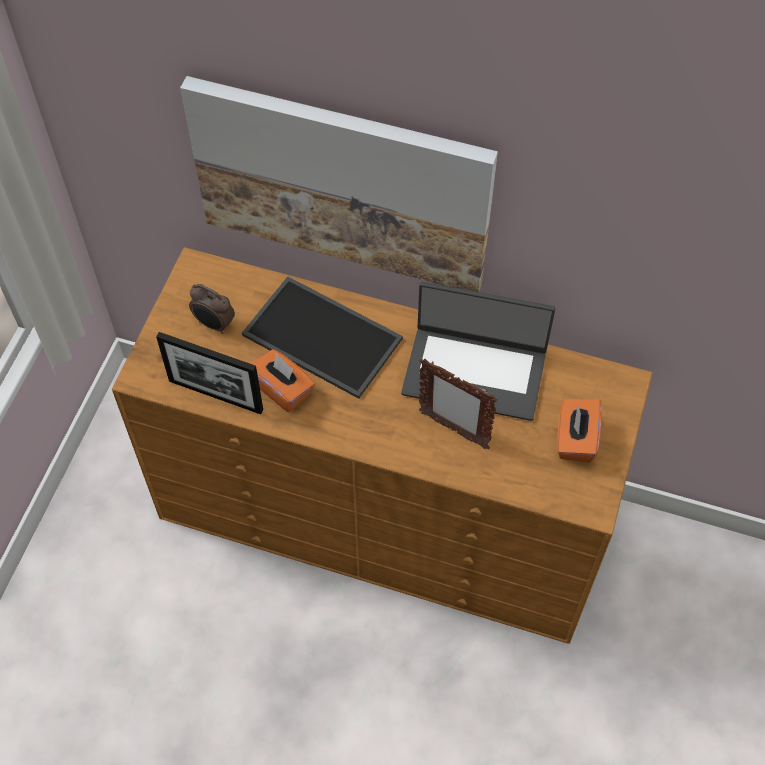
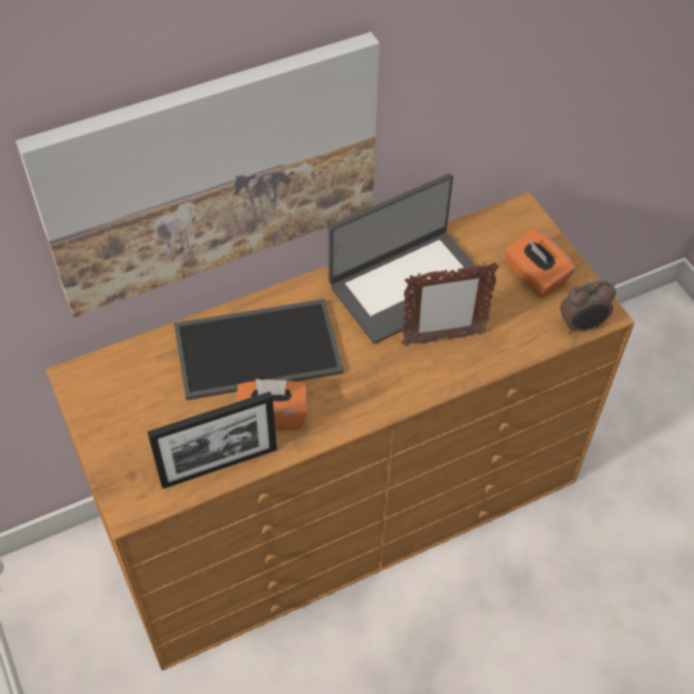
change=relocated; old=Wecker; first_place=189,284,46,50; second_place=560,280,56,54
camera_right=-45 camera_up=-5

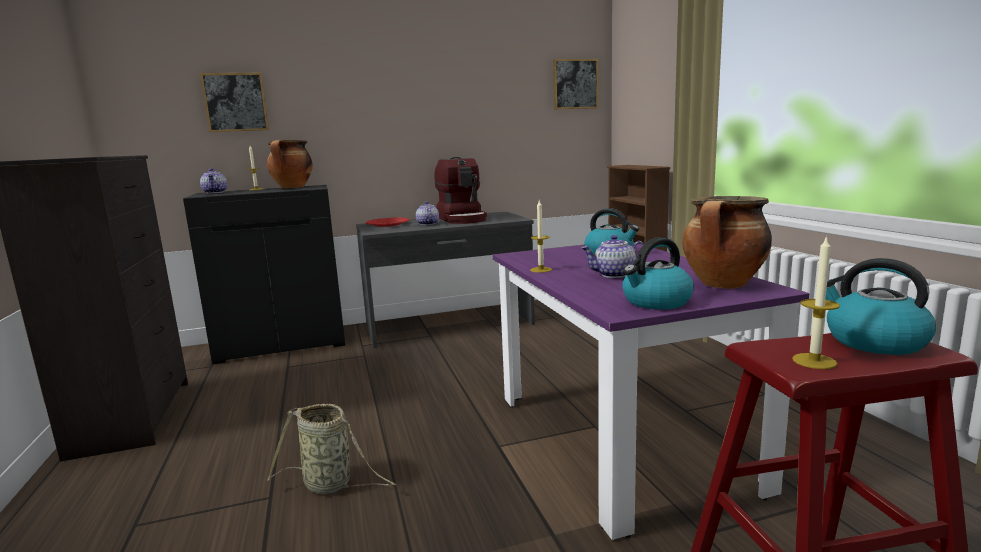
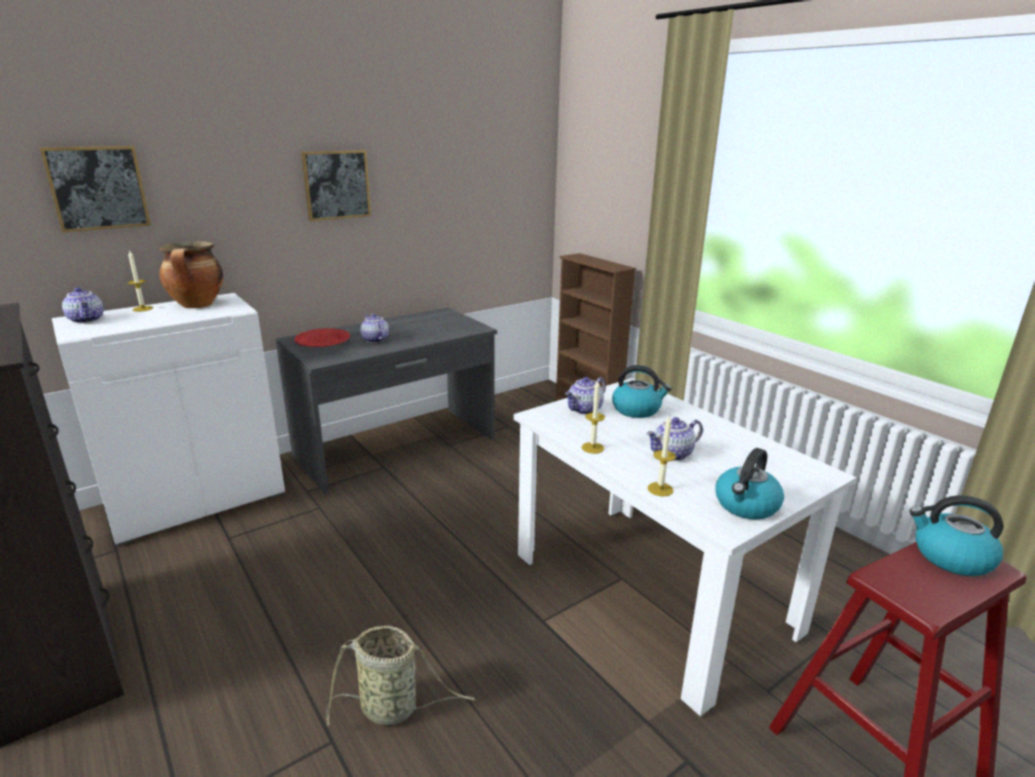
change=missing; old=Kaffeemaschine; first_place=434,157,53,67
change=missing; old=Kochtopf; first_place=682,196,90,93
change=appeared; new=Teekanne; second_place=565,377,41,38
change=relocated; old=Bild; first_place=553,59,45,51; second_place=301,150,70,71
change=relocated; old=Kerze; first_place=792,236,48,133; second_place=647,416,29,81
change=colour; old=Schrank/schwarz; new=Schrank/weiß; first_place=183,185,162,180; second_place=52,293,233,253
change=colour; old=Esstisch/lila; new=Esstisch/weiß; first_place=493,242,316,298; second_place=513,378,344,338
camera_right=-20 camera_up=10

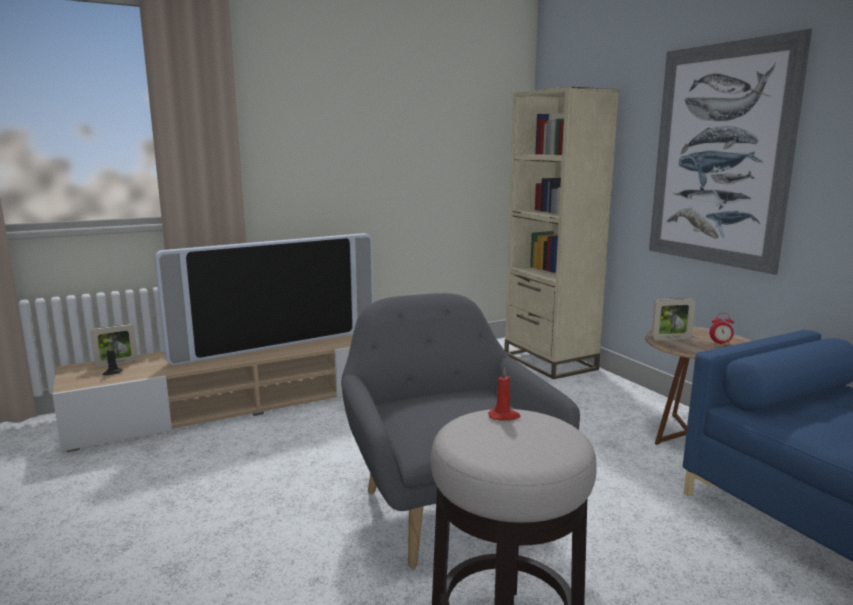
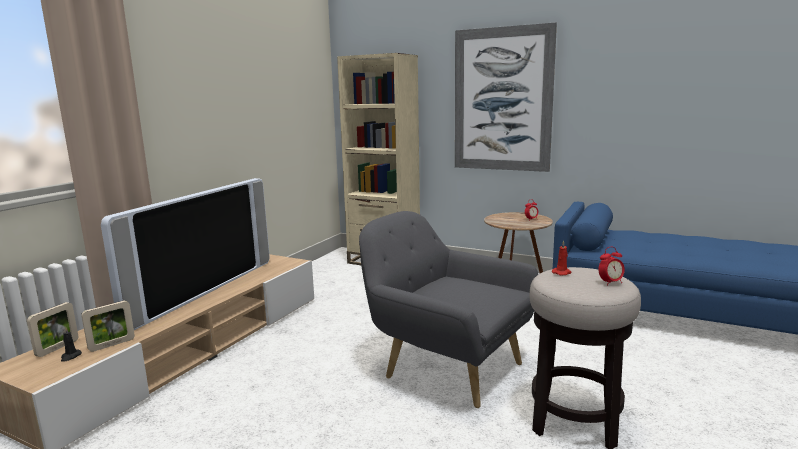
change=appeared; new=Wecker; second_place=598,247,27,39
change=relocated; old=Bilderrahmen; first_place=651,298,45,42; second_place=81,300,54,52
camera_right=-35 camera_up=0

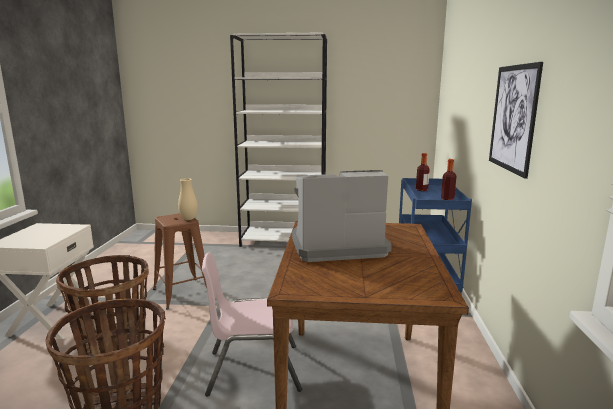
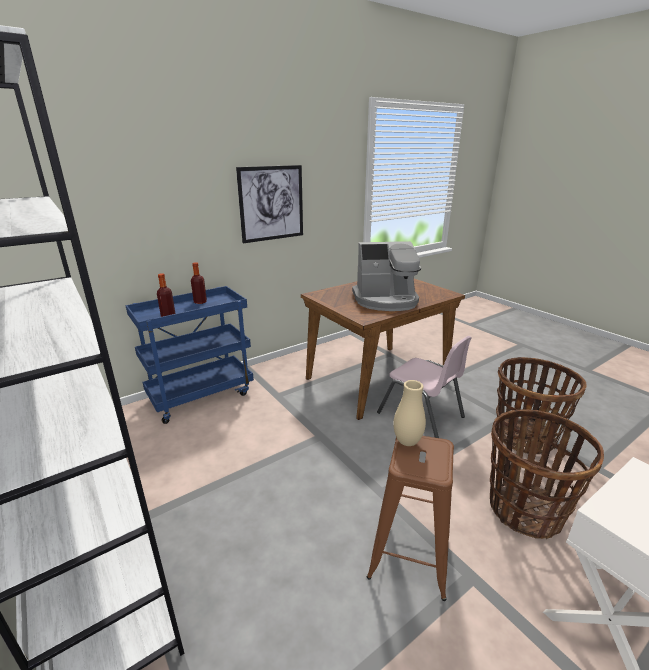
change=spun; old=Kaffeemaschine; first_place=292,170,100,92; second_place=352,241,69,70; degrees=-45
camera_right=-130 camera_up=10

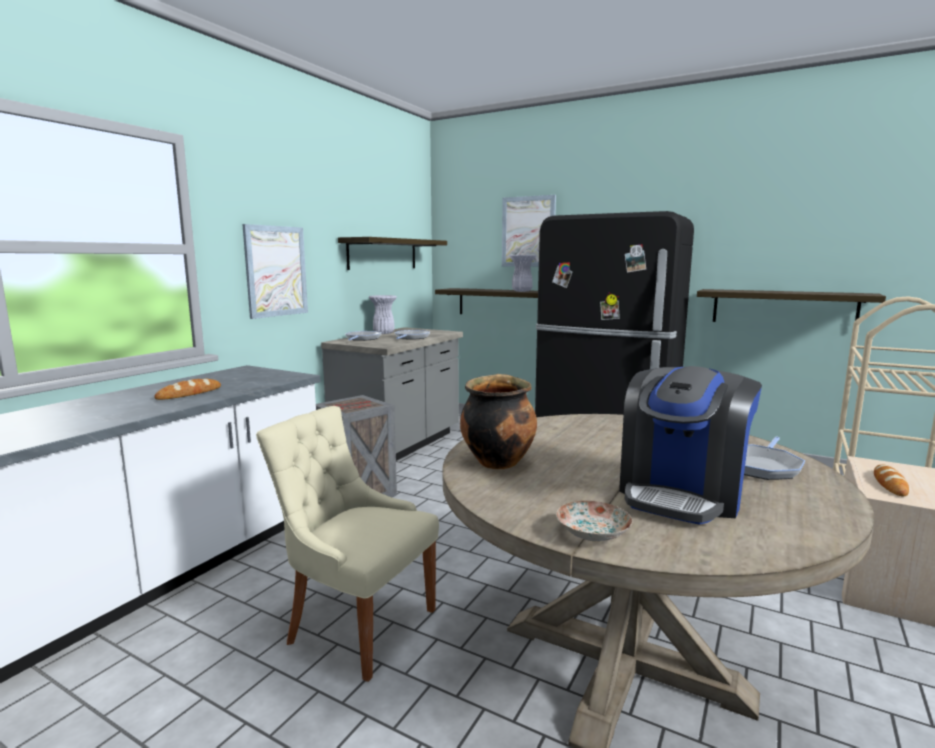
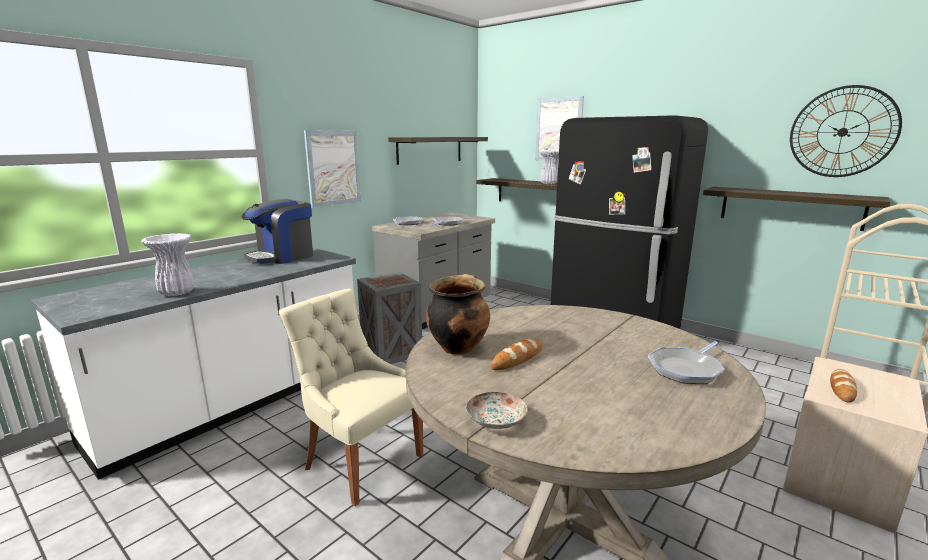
change=appeared; new=Wanduhr; second_place=790,85,112,92
change=relocated; old=Brot; first_place=154,379,67,21; second_place=491,339,52,31
change=relocated; old=Vase/weiß; first_place=369,295,28,39; second_place=141,233,53,63
change=relocated; old=Kaffeemaschine; first_place=619,366,143,159; second_place=241,199,72,65
camera_right=10 camera_up=5

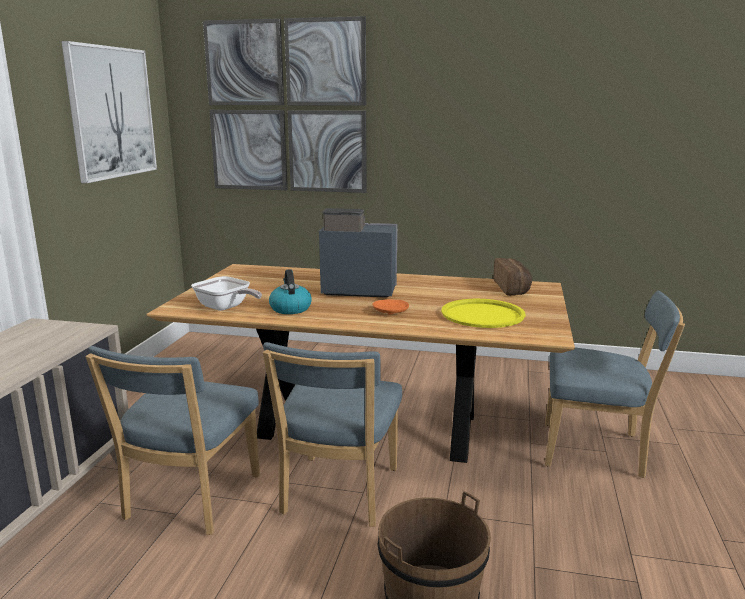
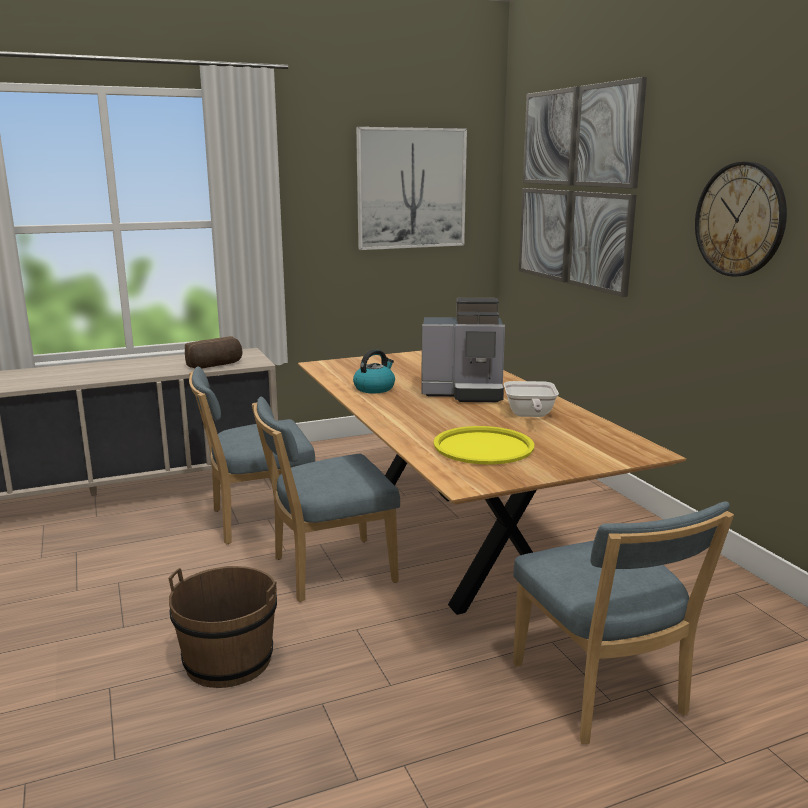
change=missing; old=Teller/orange; first_place=373,299,36,16
change=appeared; new=Wanduhr; second_place=695,162,92,115
change=relocated; old=Pfanne; first_place=191,276,71,35; second_place=504,381,55,36
change=relocated; old=Brot; first_place=494,258,38,38; second_place=185,336,58,33
change=spun; old=Kaffeemaschine; first_place=319,208,78,90; second_place=421,298,84,104; degrees=120
camera_right=55 camera_up=0

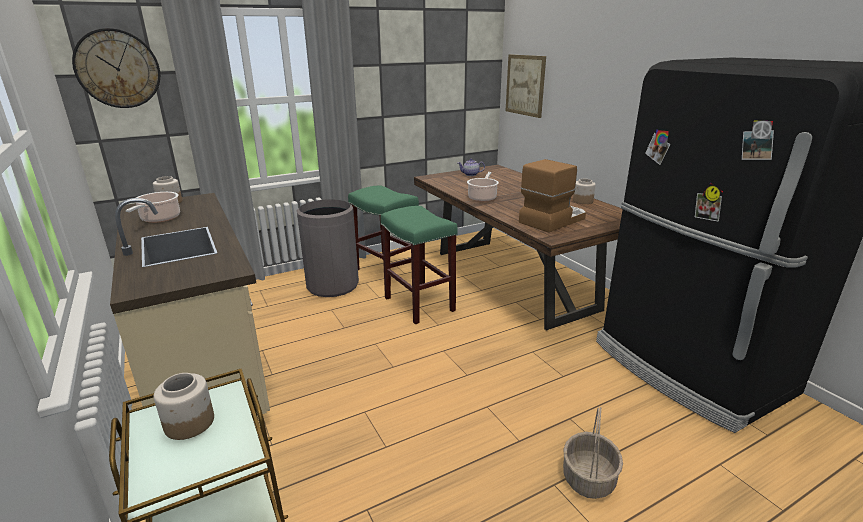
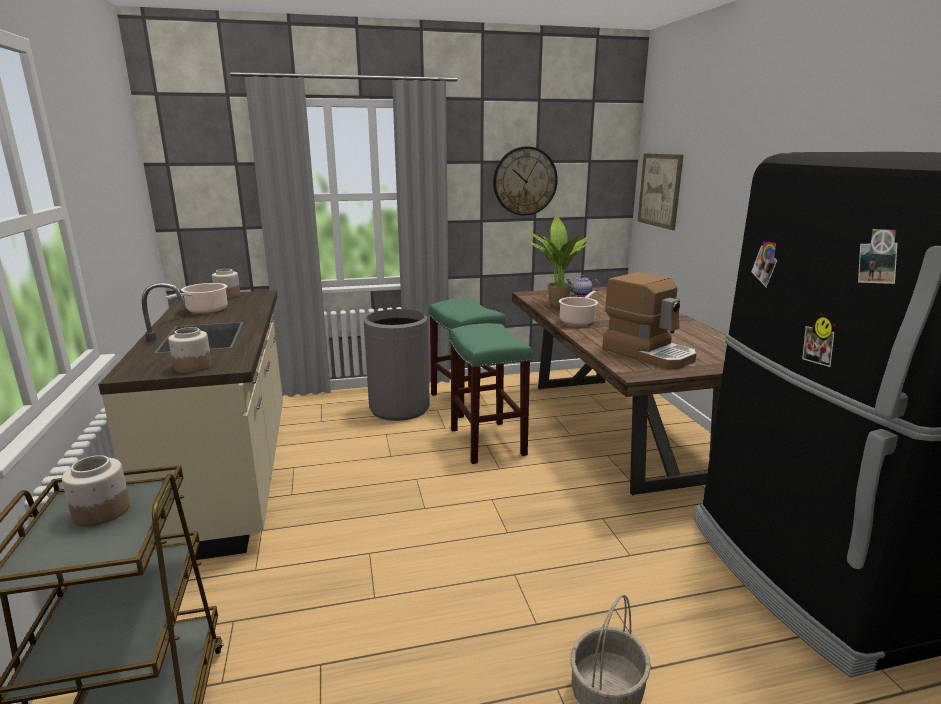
change=appeared; new=Topfpflanze; second_place=528,215,60,93
change=relocated; old=Wanduhr; first_place=72,28,88,80; second_place=493,146,65,70
change=relocated; old=Vorratsglas; first_place=573,179,23,25; second_place=168,327,44,46
change=spun; old=Kaffeemaschine; first_place=519,159,67,74; second_place=602,272,95,97; degrees=75
camera_right=15 camera_up=-5

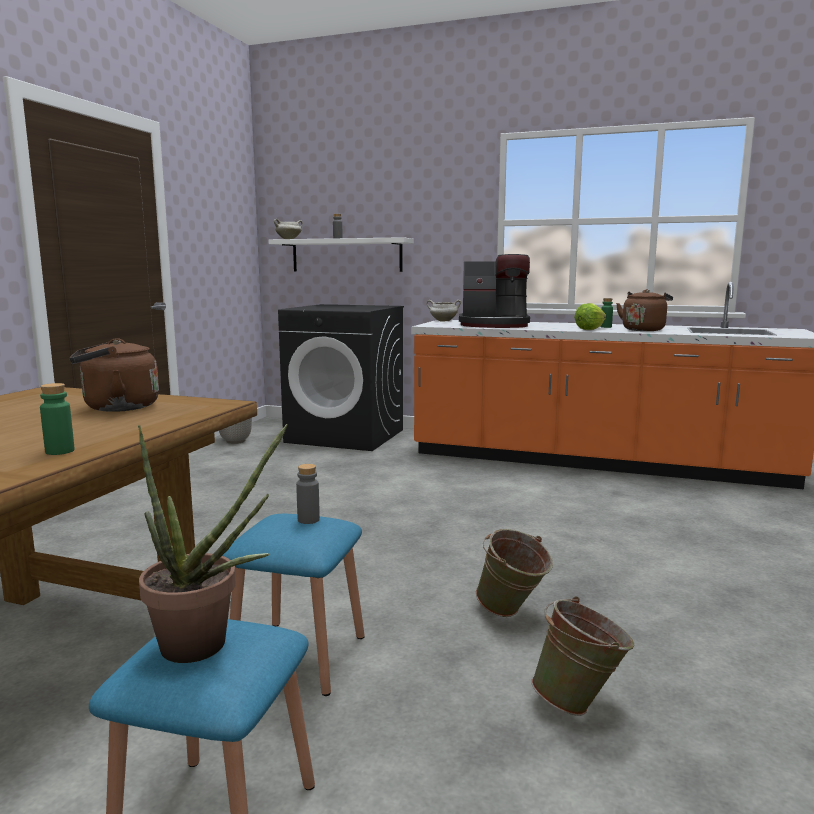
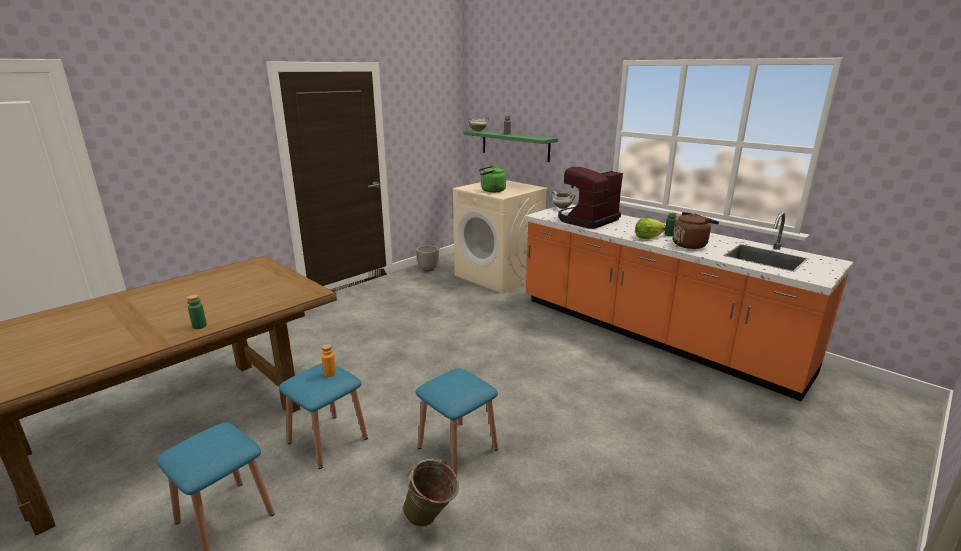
change=missing; old=Wasserkessel/braun; first_place=69,338,90,74
change=missing; old=Topfpflanze; first_place=138,424,150,239
change=appeared; new=Wasserkessel/grün; second_place=479,166,27,26
change=exchanged; old=Eimer/grün; new=Hocker/blau; first_place=476,529,77,88; second_place=415,368,83,108
change=colour; old=Wandregal/weiß; new=Wandregal/grün; first_place=269,237,145,35; second_place=463,130,95,32
change=colour; old=Waschmaschine/schwarz; new=Waschmaschine/beige; first_place=278,304,126,147; second_place=453,180,95,114
change=colour; old=Flasche/grau; new=Flasche/orange; first_place=296,464,24,60; second_place=321,344,15,33
change=spun; old=Kaffeemaschine; first_place=459,254,71,74; second_place=558,167,65,62; degrees=105
camera_right=25 camera_up=10

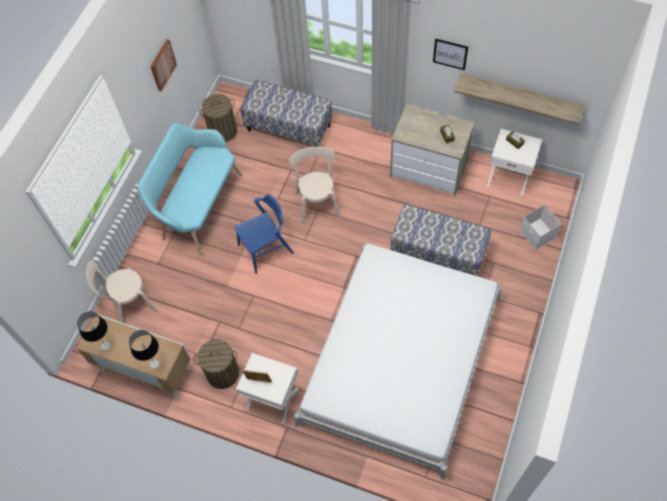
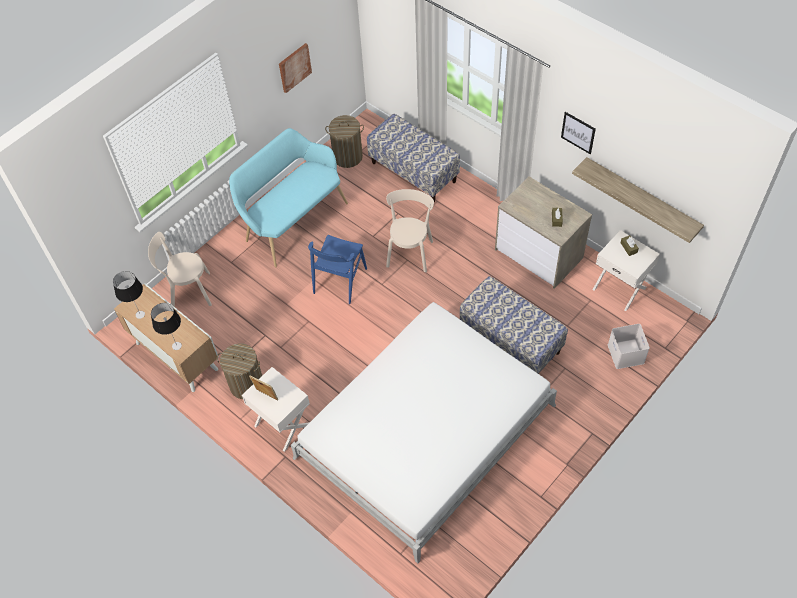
change=spun; old=Stuhl/blau; first_place=234,194,60,80; second_place=308,235,59,69; degrees=120
camera_right=20 camera_up=-5

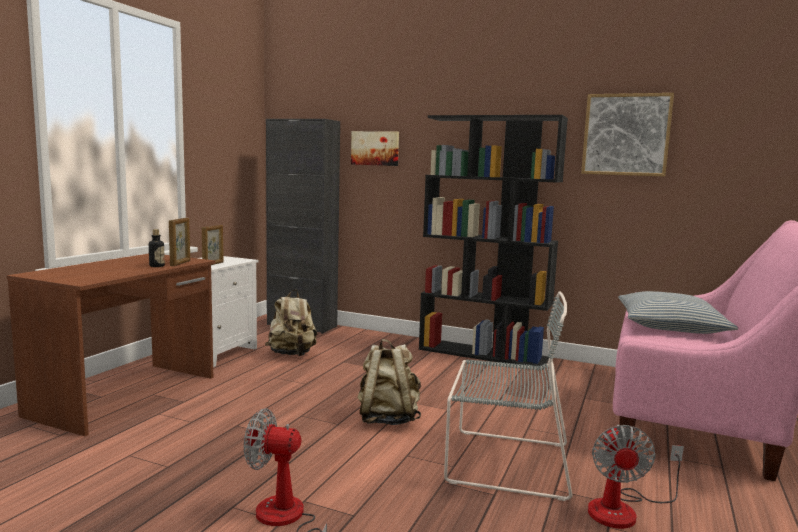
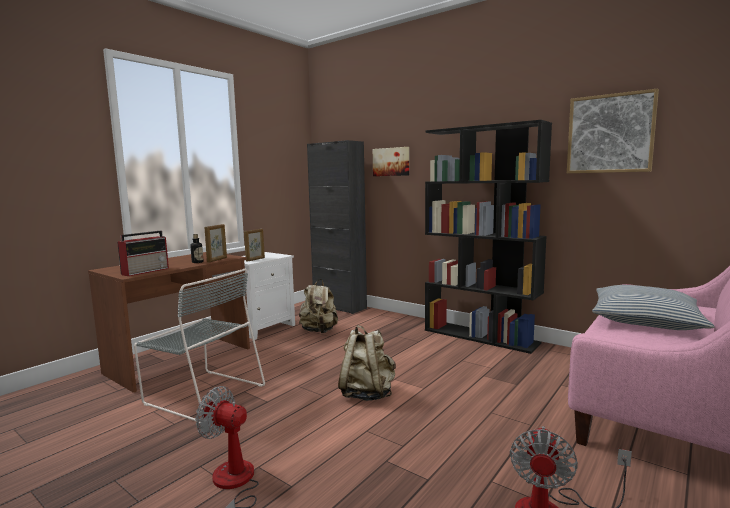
change=appeared; new=Radio; second_place=117,231,52,45
change=relocated; old=Stuhl/grau; first_place=444,291,128,210; second_place=134,268,131,156
camera_right=15 camera_up=0

